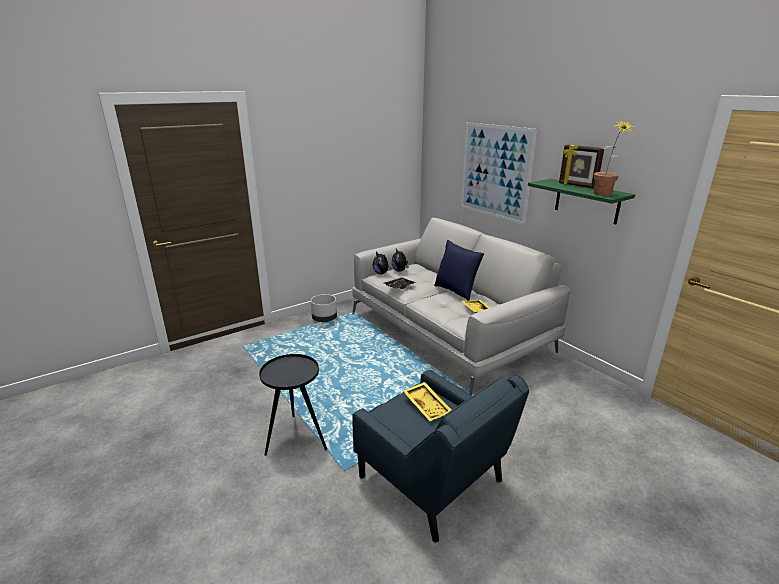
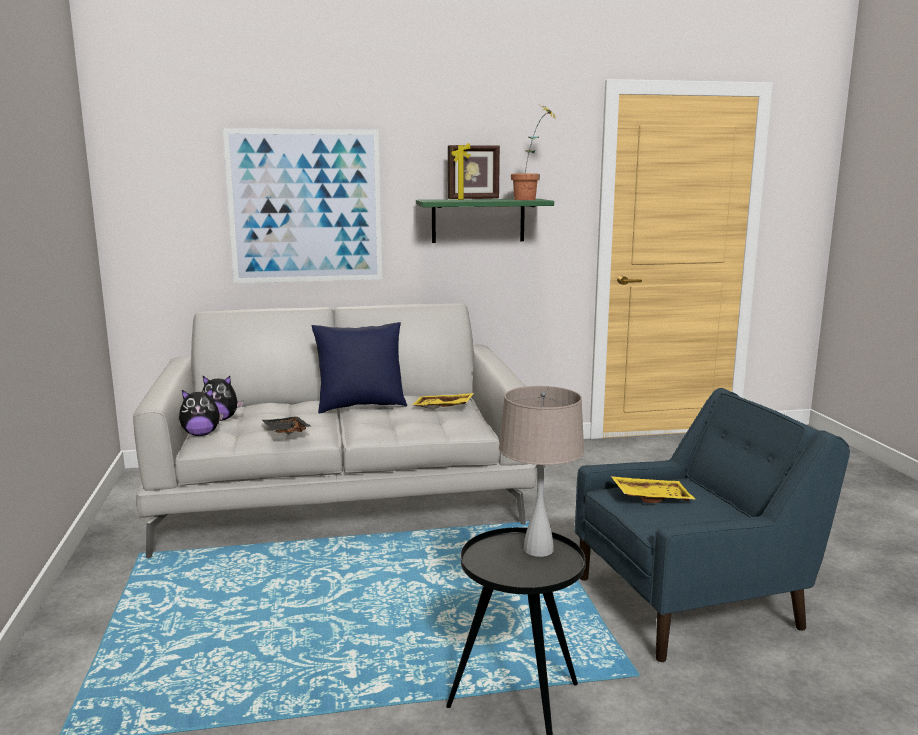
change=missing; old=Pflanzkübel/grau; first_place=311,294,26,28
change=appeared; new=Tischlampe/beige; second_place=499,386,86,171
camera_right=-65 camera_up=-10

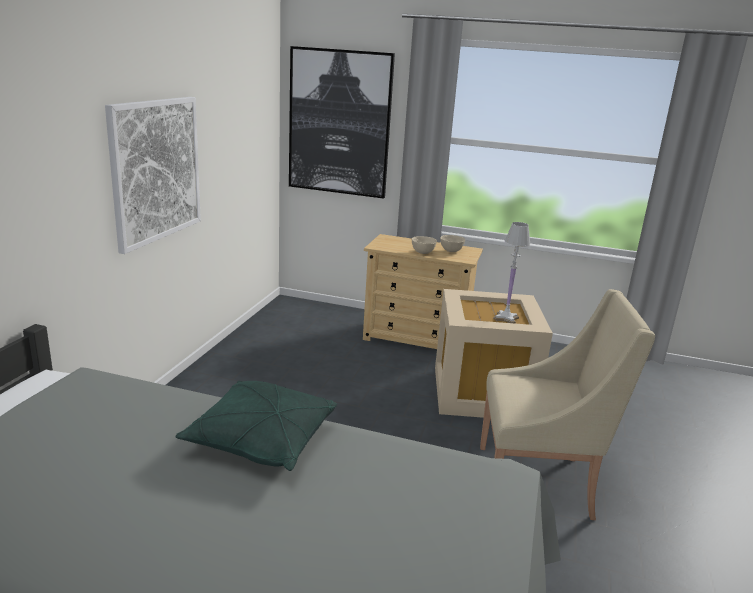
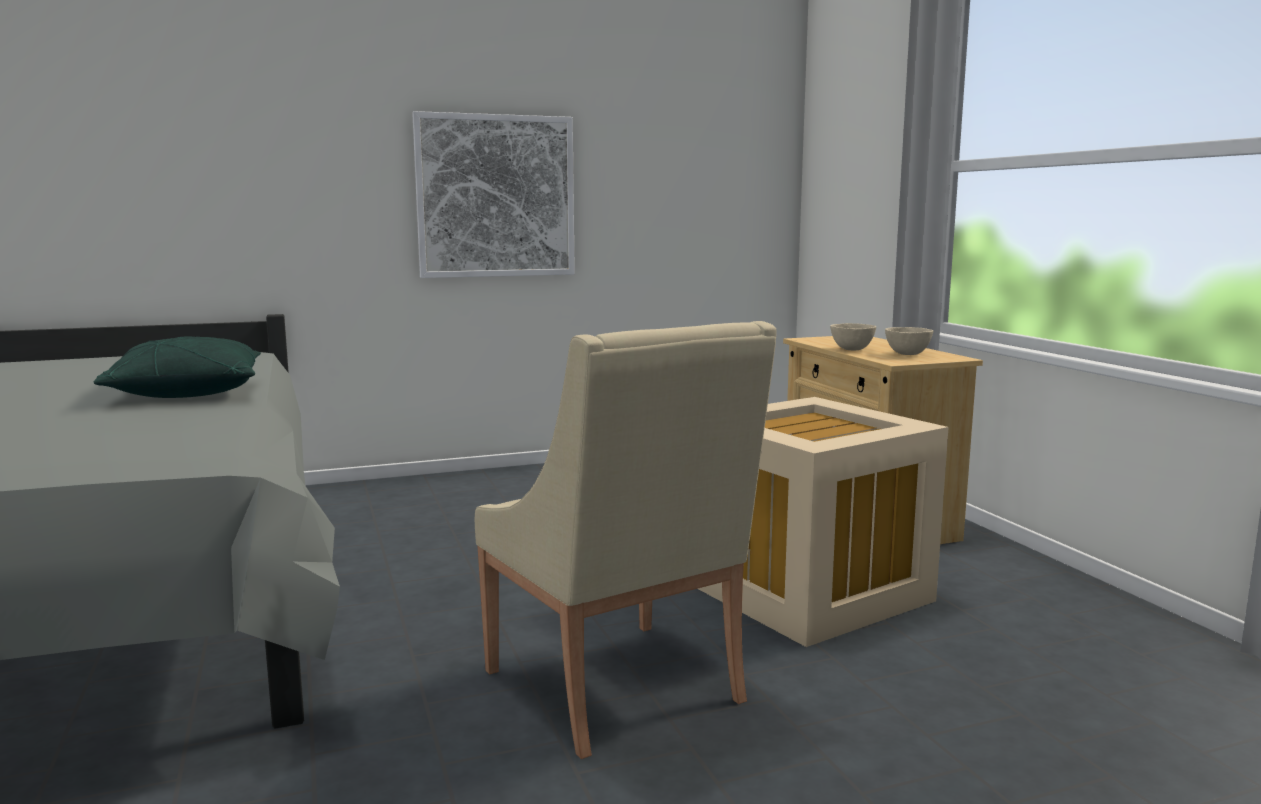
change=missing; old=Bild; first_place=289,46,106,153
change=missing; old=Tischlampe/weiß; first_place=493,222,38,102
camera_right=55 camera_up=-10

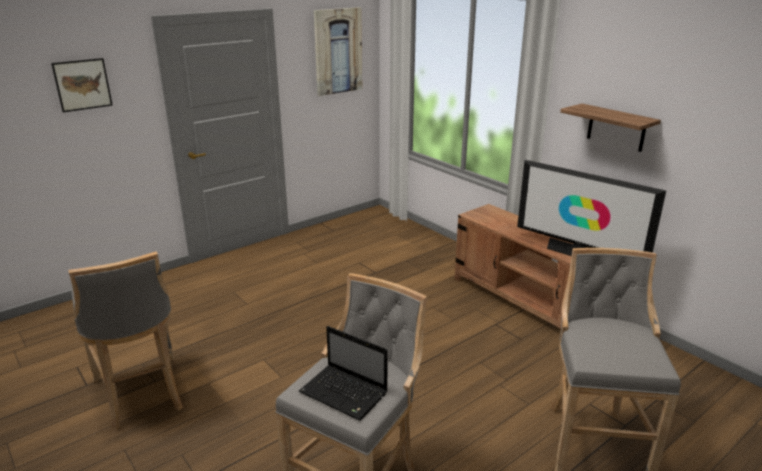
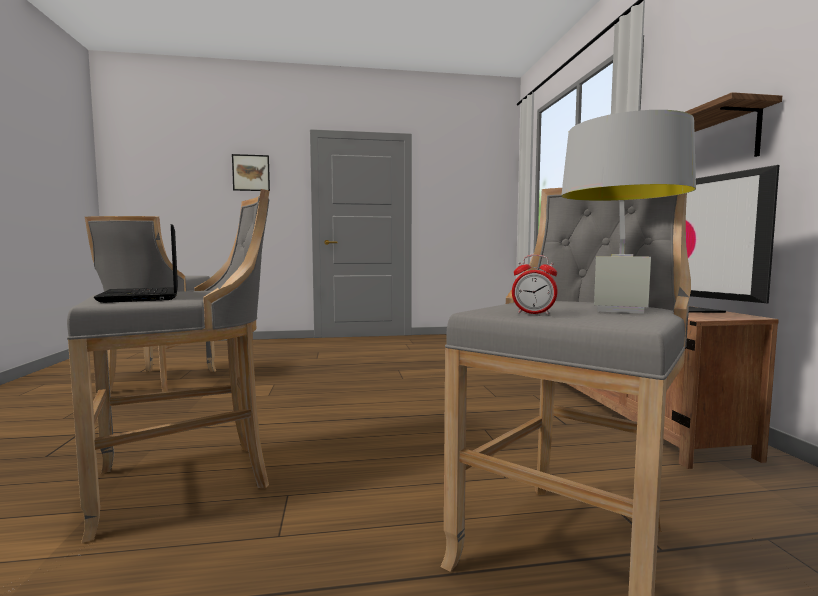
change=missing; old=Bild; first_place=314,7,48,89
change=appeared; new=Wecker; second_place=512,255,46,60
change=appeared; new=Tischlampe/grau; second_place=561,110,135,204
camera_right=30 camera_up=-20

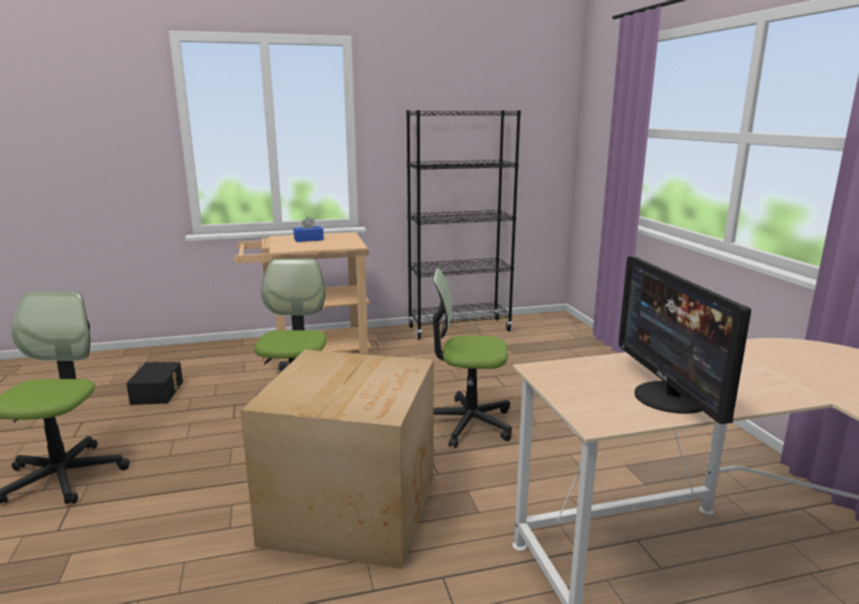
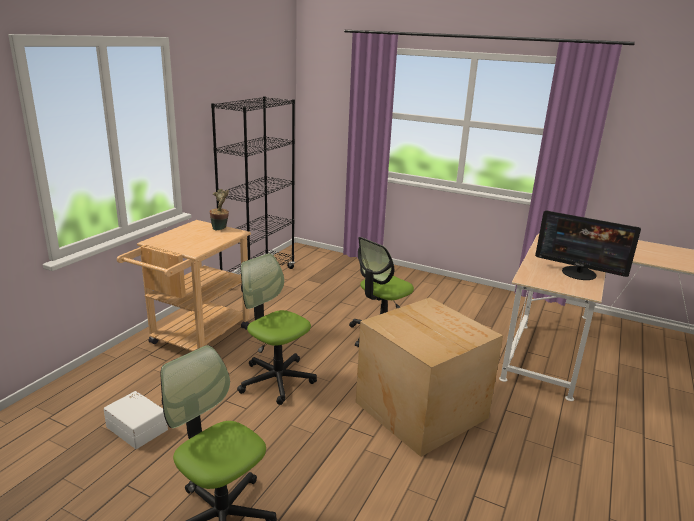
change=missing; old=Taschentuchbox/blau; first_place=293,217,31,25
change=appeared; new=Topfpflanze; second_place=209,189,20,42
change=colour; old=Aufbewahrungsbox/schwarz; new=Aufbewahrungsbox/weiß; first_place=126,362,57,43; second_place=103,391,65,58
camera_right=-50 camera_up=5

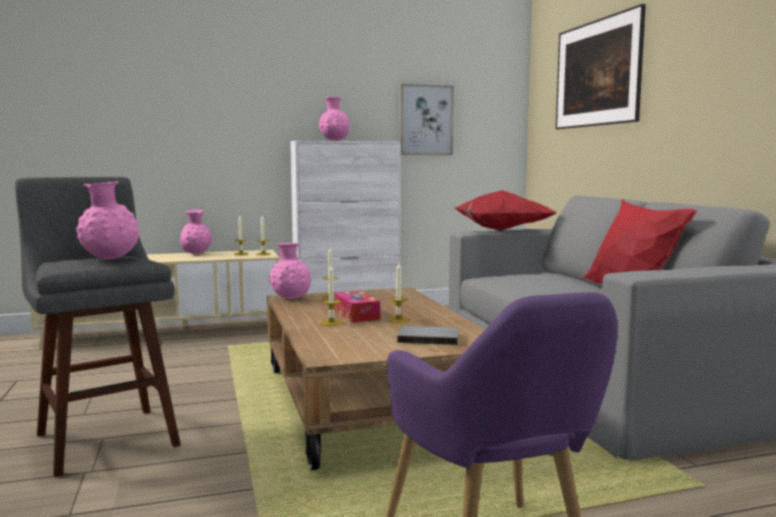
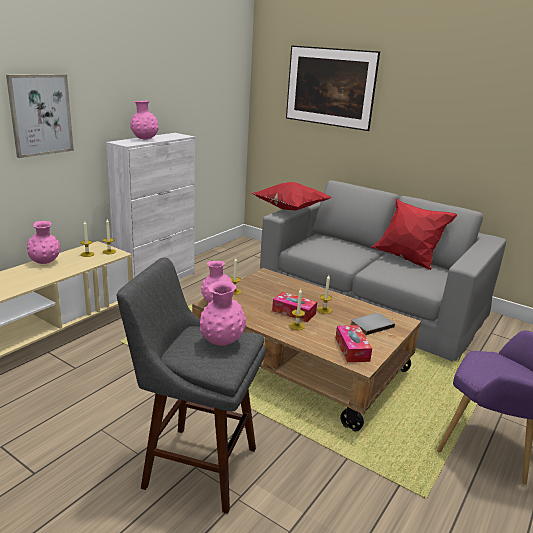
change=appeared; new=Taschentuchbox; second_place=335,325,37,37
change=relocated; old=Bild; first_place=400,84,54,71; second_place=6,74,68,84
camera_right=-40 camera_up=15

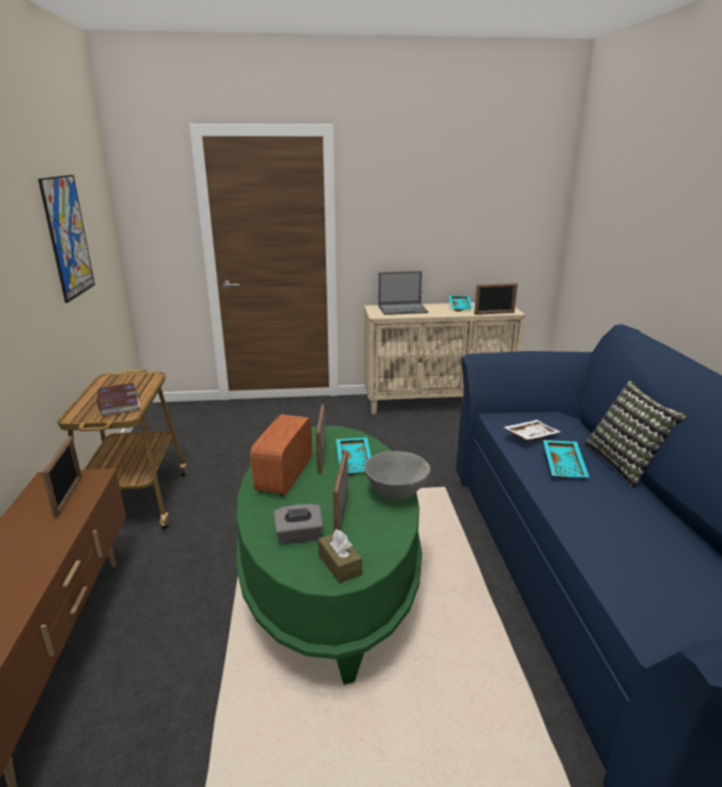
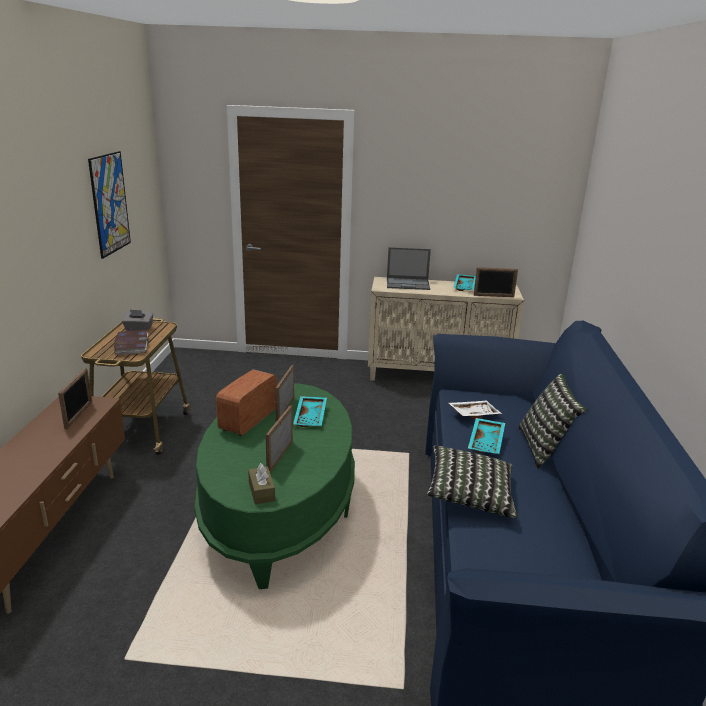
change=missing; old=Schüssel/grau; first_place=365,451,66,49
change=appeared; new=Kissen; second_place=427,445,90,73
change=relocated; old=Taschentuchbox/grau; first_place=274,504,49,40; second_place=122,310,31,21
camera_right=10 camera_up=0

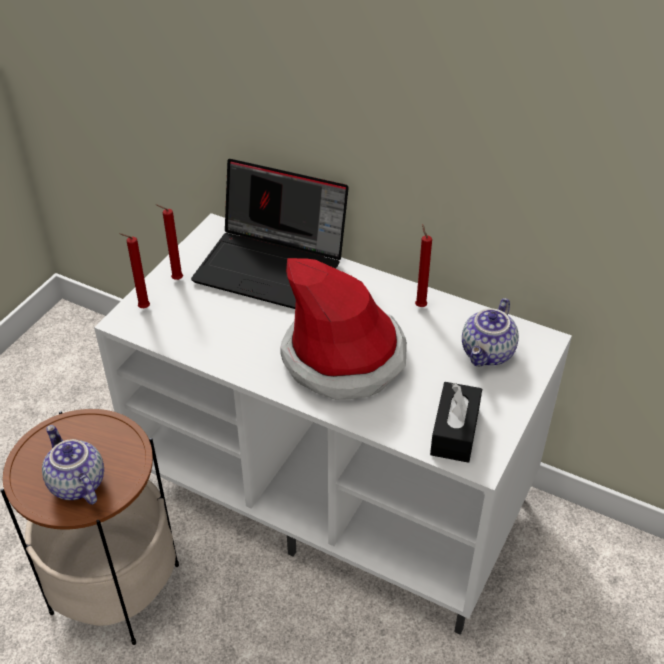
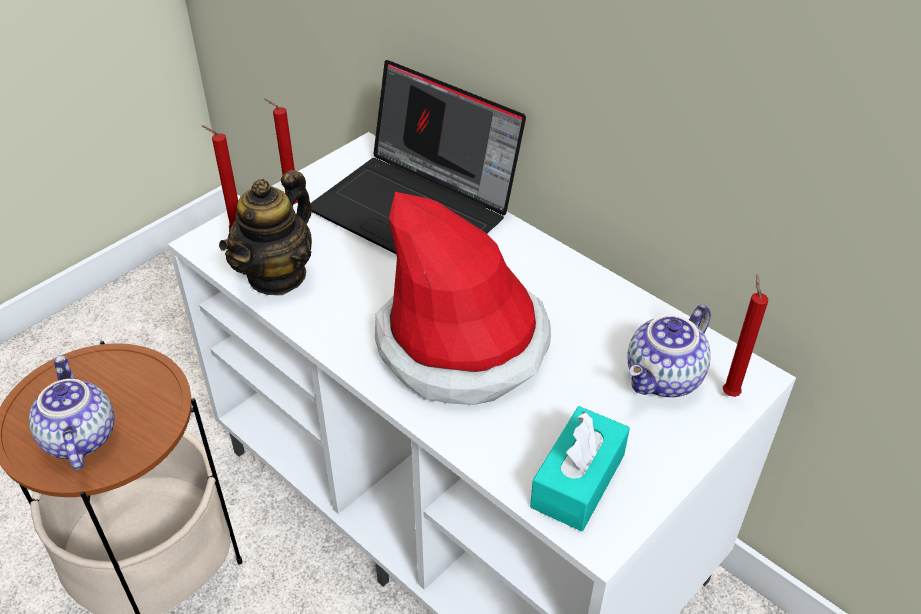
change=appeared; new=Teekanne; second_place=219,170,93,125
change=relocated; old=Kerze/rot; first_place=415,224,17,83; second_place=723,275,45,122
change=colour; old=Taschentuchbox/schwarz; new=Taschentuchbox/türkis; first_place=430,382,52,81; second_place=530,406,100,125
camera_right=15 camera_up=0

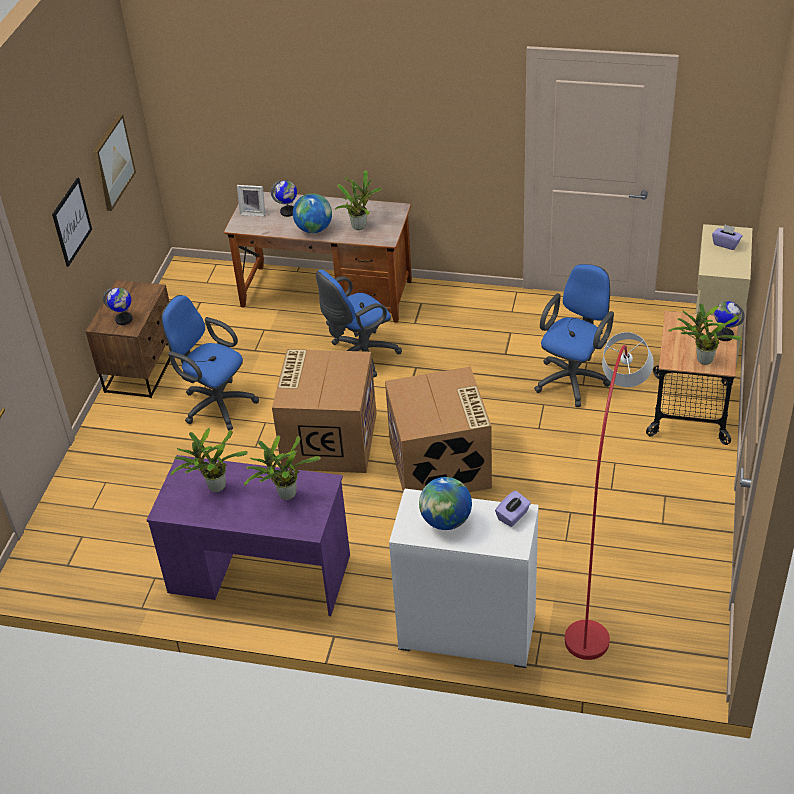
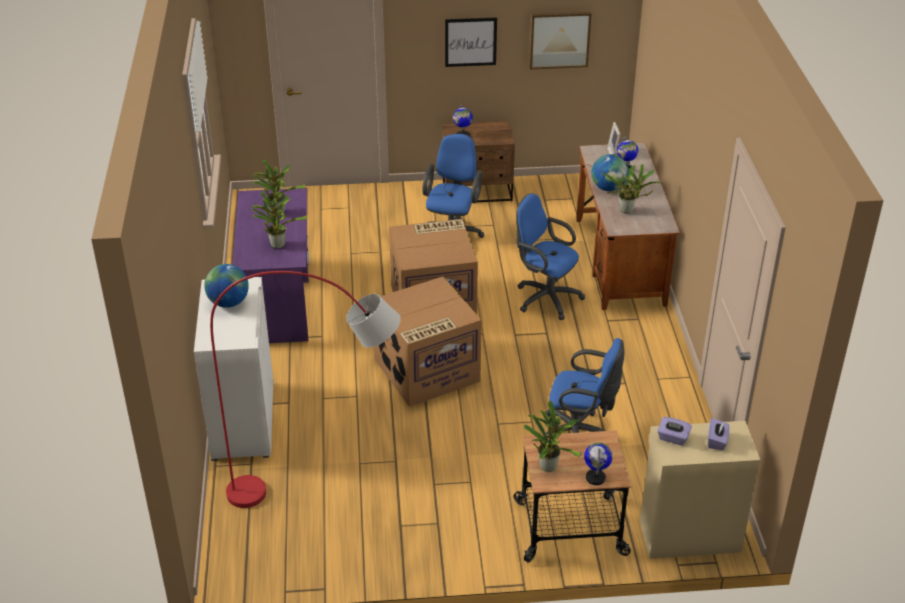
change=relocated; old=Taschentuchbox/lila; first_place=495,490,36,37; second_place=657,417,35,29
camera_right=70 camera_up=-5

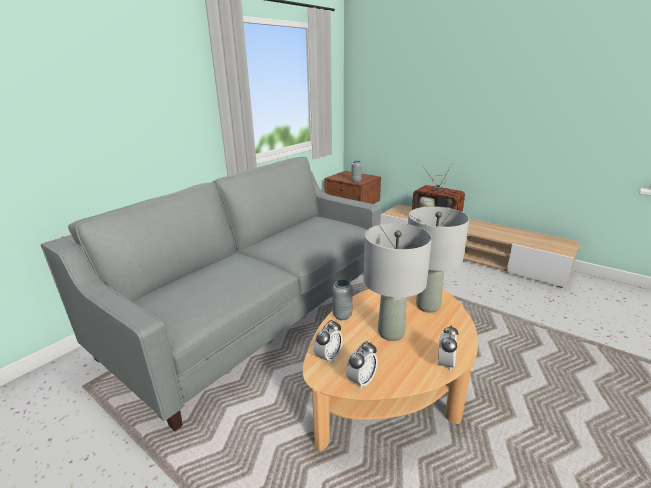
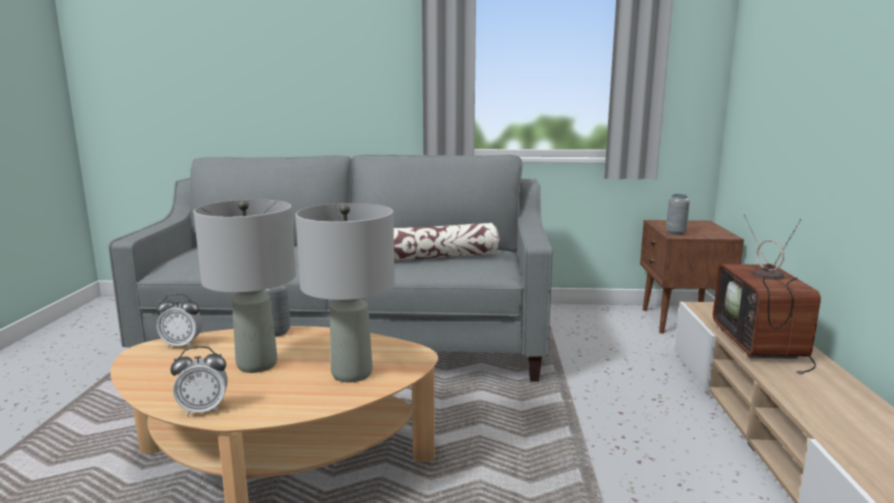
change=missing; old=Wecker; first_place=346,341,32,48
change=appeared; new=Kissen; second_place=394,223,105,38
camera_right=55 camera_up=-10

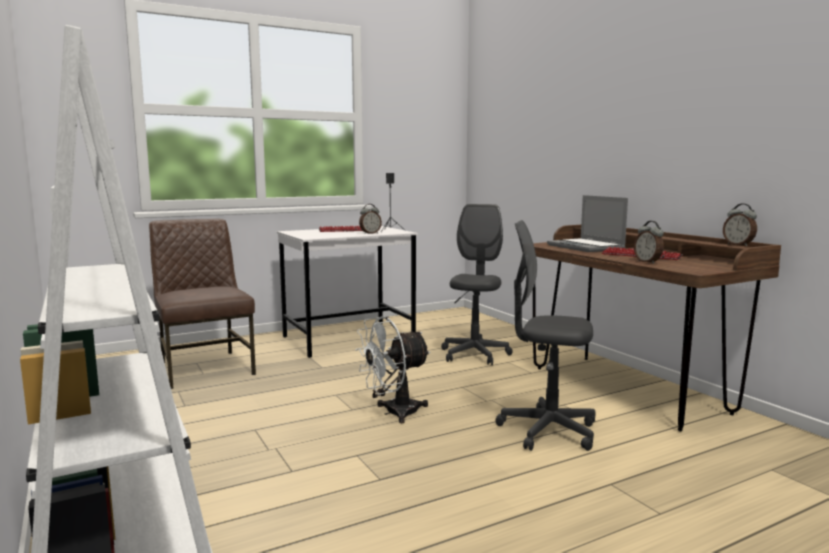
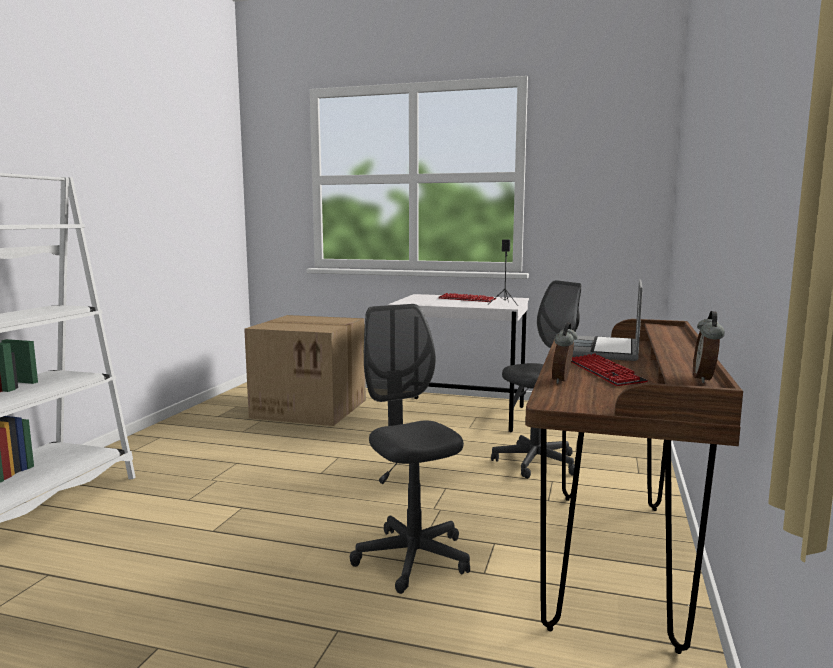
change=missing; old=Ventilator/weiß; first_place=355,316,76,107
change=missing; old=Wecker; first_place=359,204,23,30
change=exchanged; old=Stuhl/braun; new=Karton; first_place=149,219,107,170; second_place=244,315,122,111
camera_right=45 camera_up=0

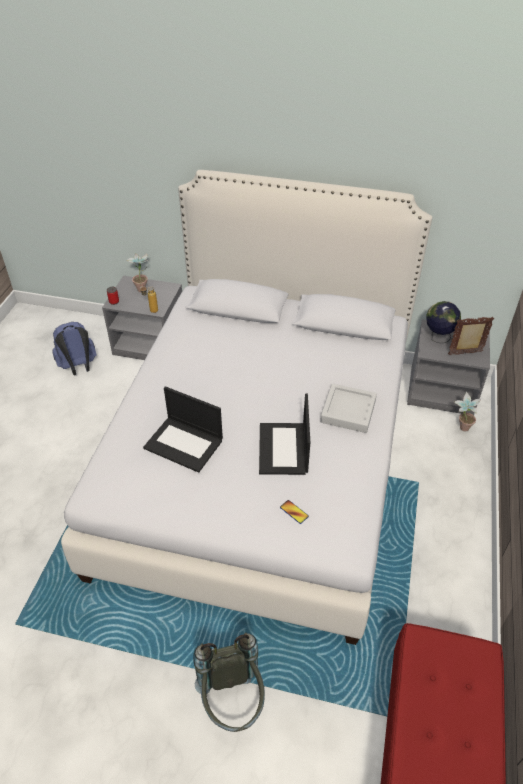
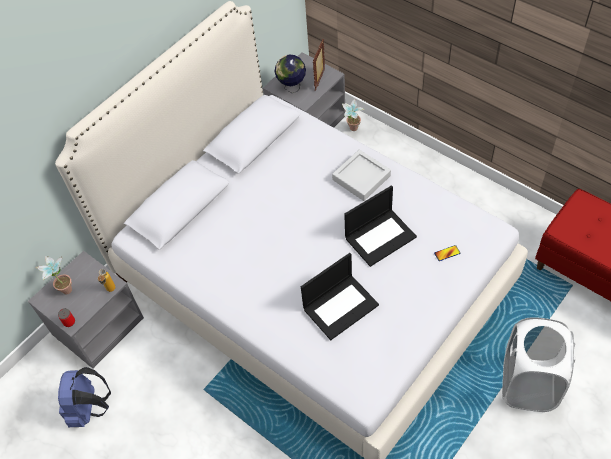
change=exchanged; old=Rucksack/grau; new=Wäschekorb/weiß; first_place=193,632,72,100; second_place=502,317,74,95
change=spun; old=Laptop; first_place=259,394,51,81; second_place=344,185,73,82; degrees=-60
camera_right=-60 camera_up=10

